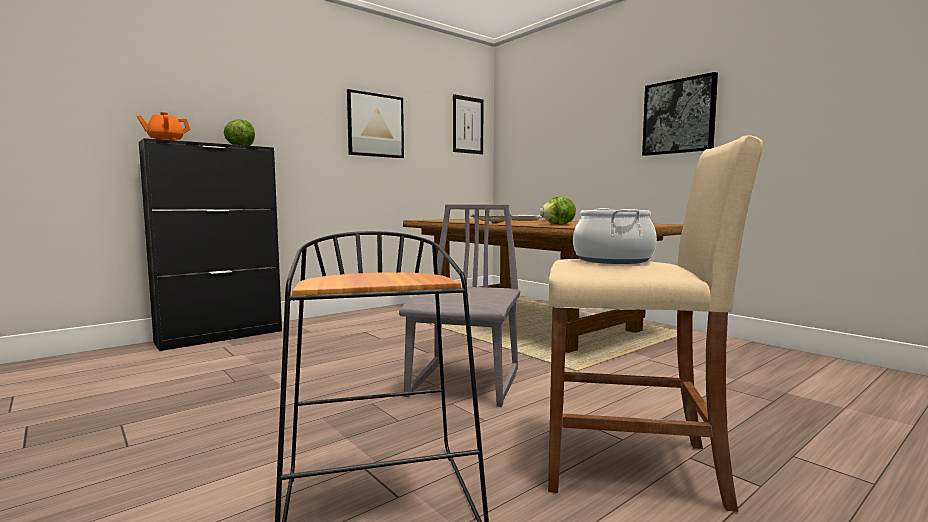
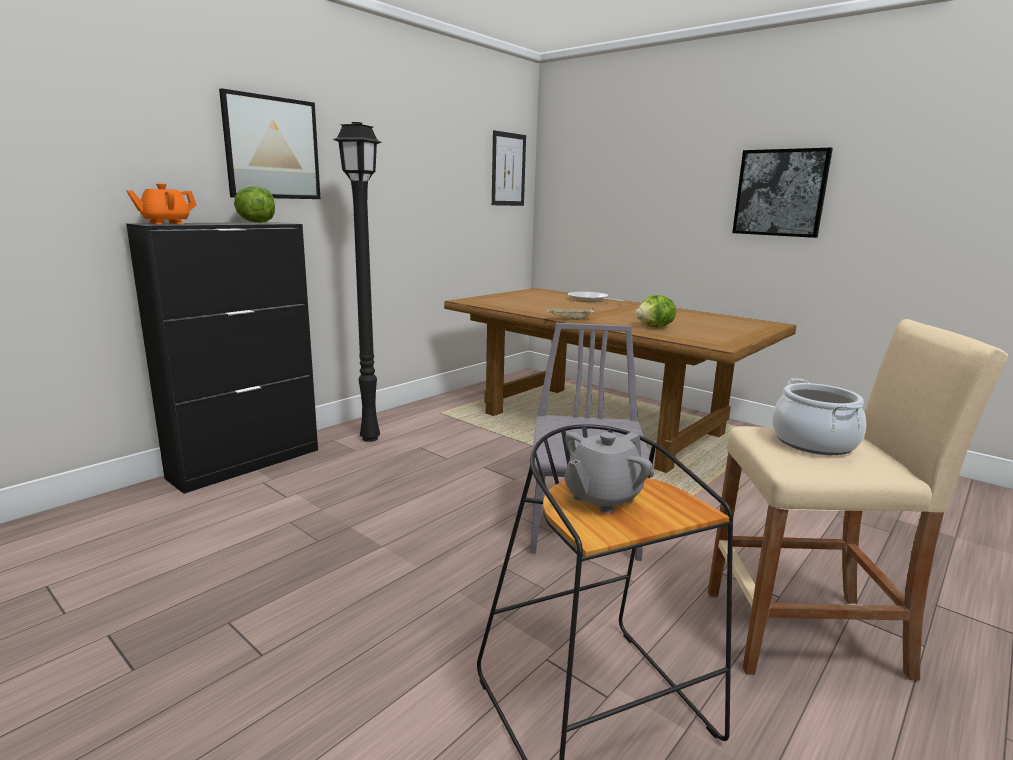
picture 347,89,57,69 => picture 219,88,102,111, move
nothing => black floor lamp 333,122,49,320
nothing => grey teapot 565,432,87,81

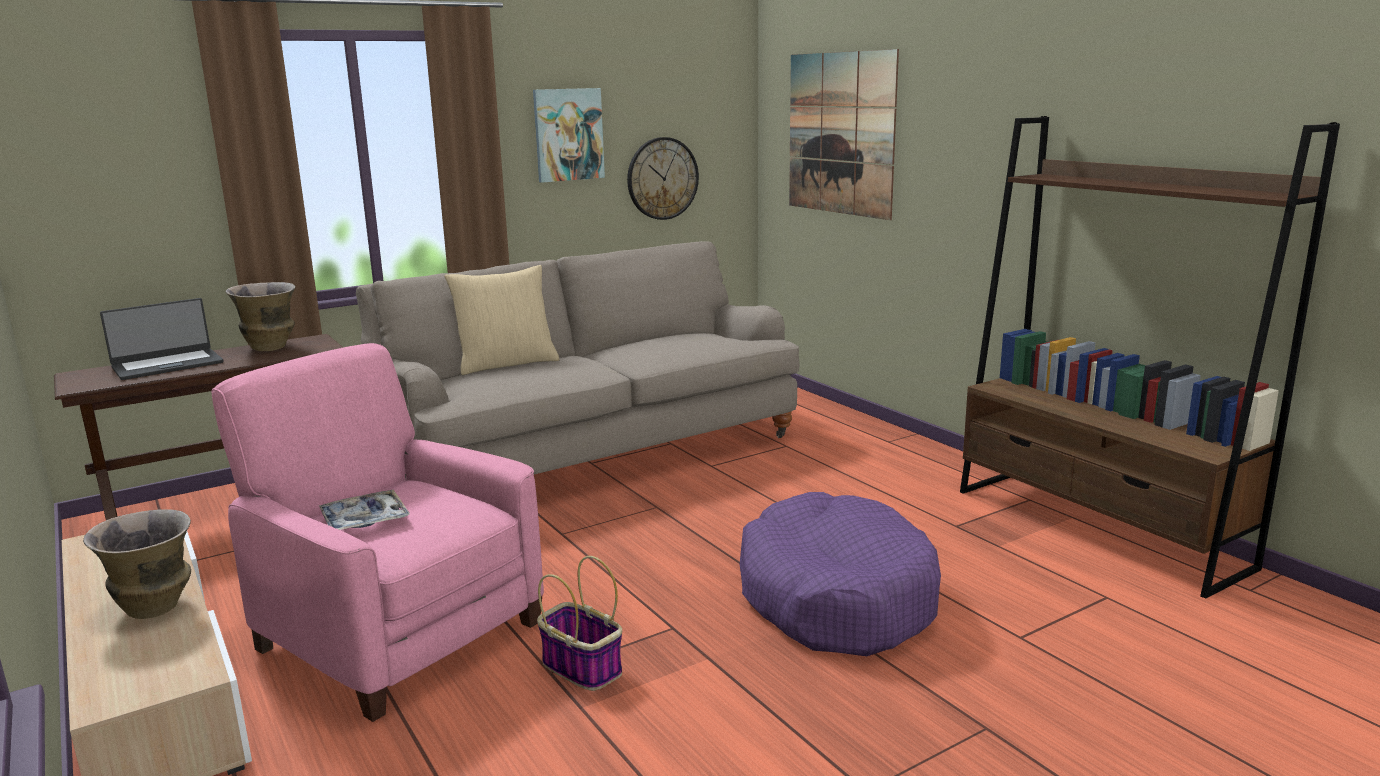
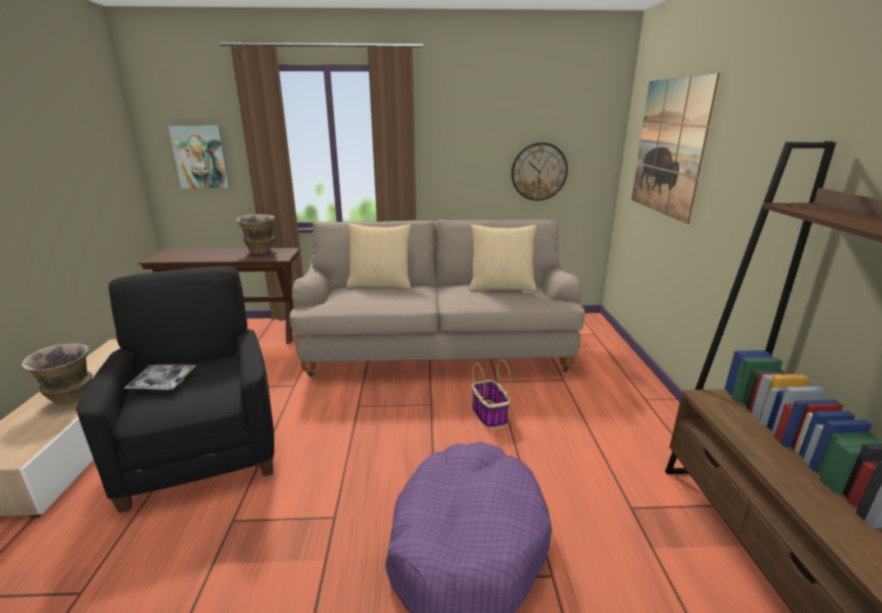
pink armchair 211,343,333,379 => black armchair 76,266,198,247
picture 533,88,72,95 => picture 168,126,62,62, move
nothing => beige pillow 470,225,67,66
basket 537,556,85,135 => basket 472,359,39,69, move
laptop 100,298,123,82 => nothing

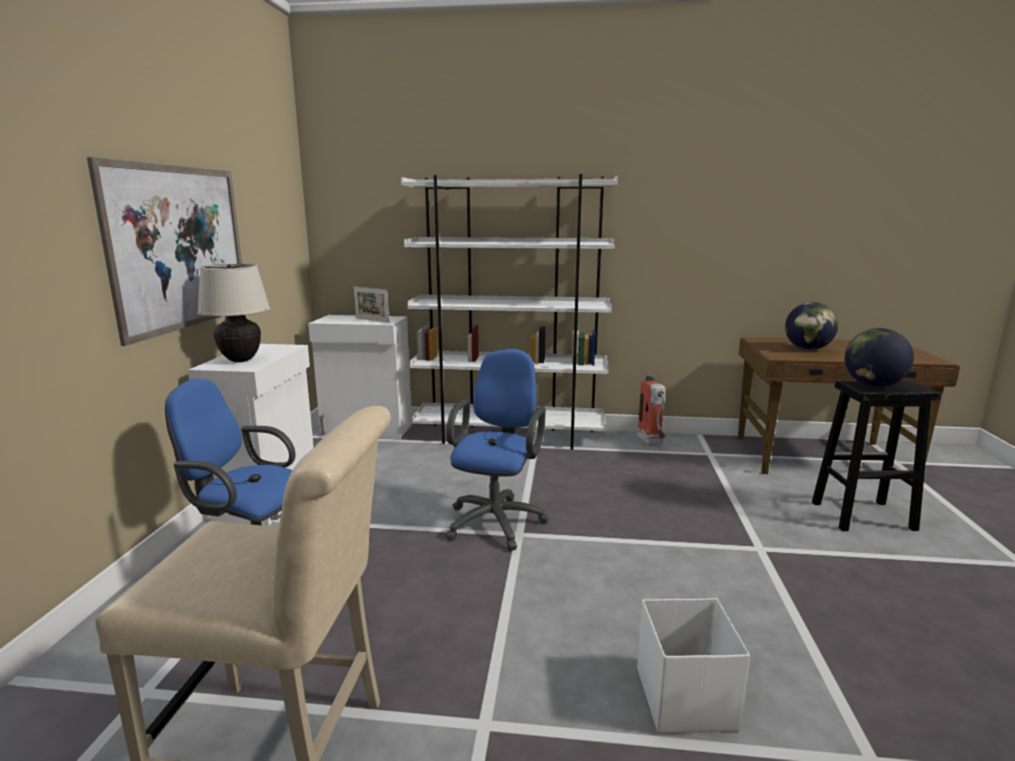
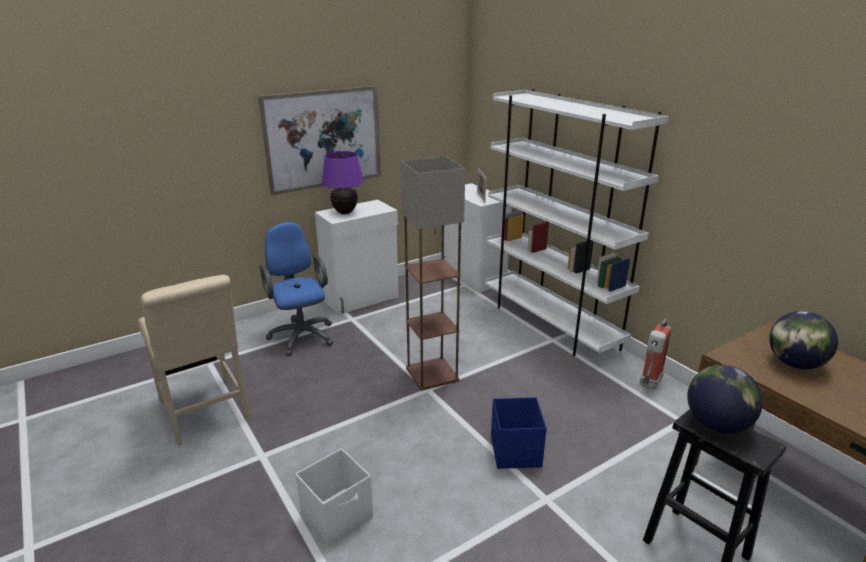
beige table lamp 197,264,73,98 => purple table lamp 322,151,42,63
blue office chair 445,349,103,202 => floor lamp 400,156,65,235
nothing => blue storage box 491,397,56,72

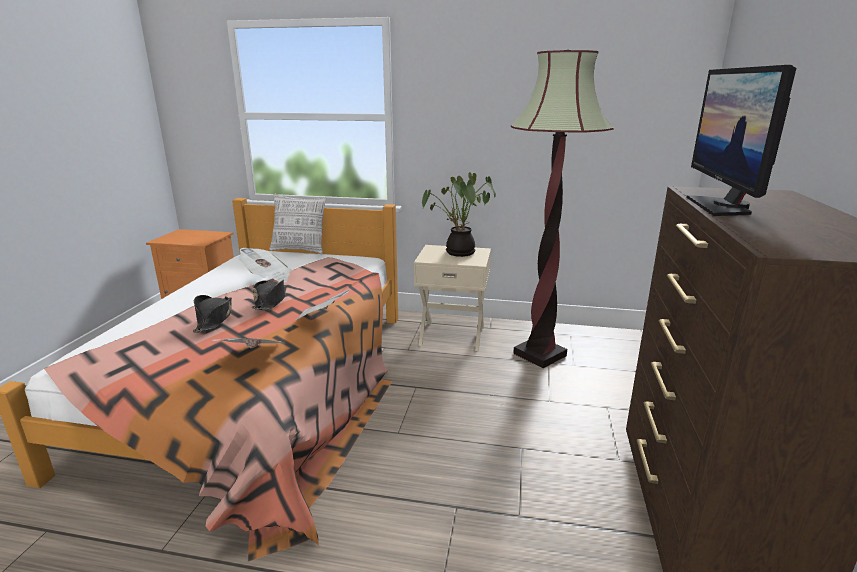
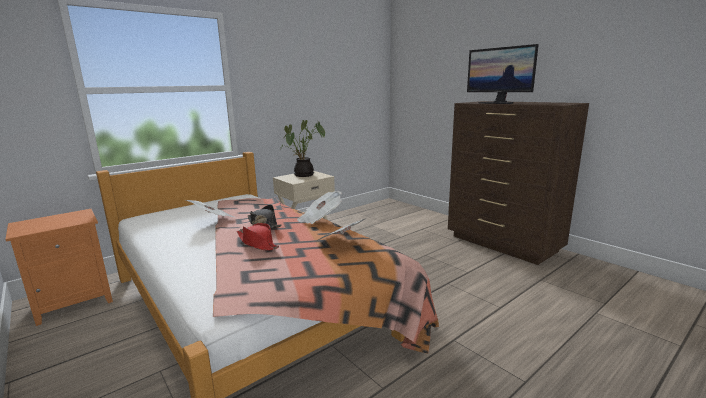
black hat 193,295,39,38 => red hat 237,223,42,27
pillow 270,194,56,61 => nothing
floor lamp 511,50,102,318 => nothing

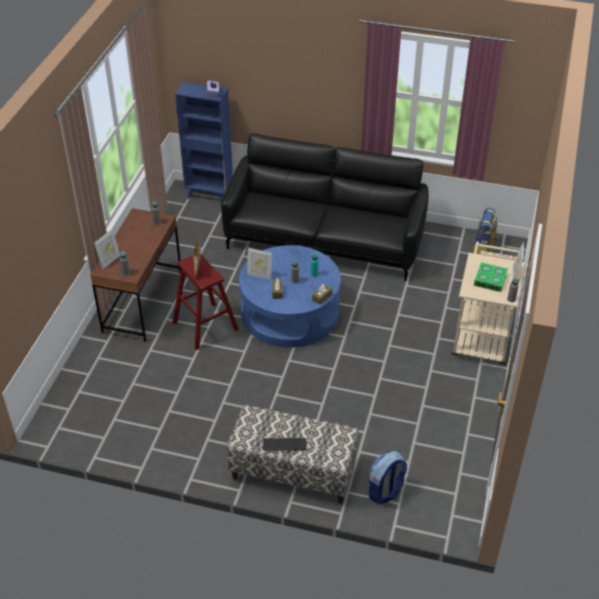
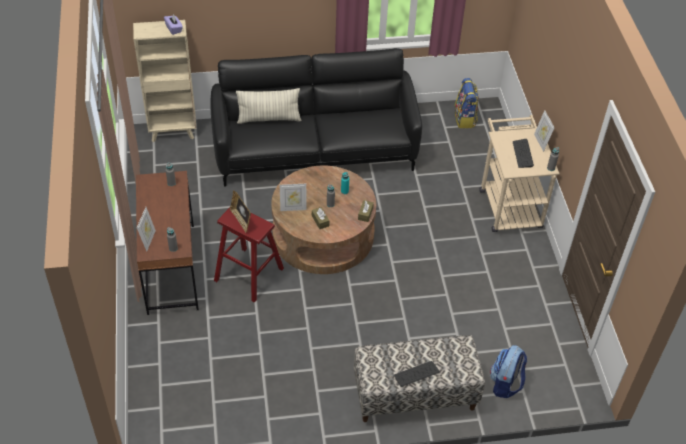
blue bookcase 175,82,58,120 => beige bookcase 133,20,63,122
nothing => pillow 236,88,65,36
blue coffee table 239,245,102,103 => brown coffee table 271,166,105,108
book 474,263,34,29 => keyboard 513,139,21,29

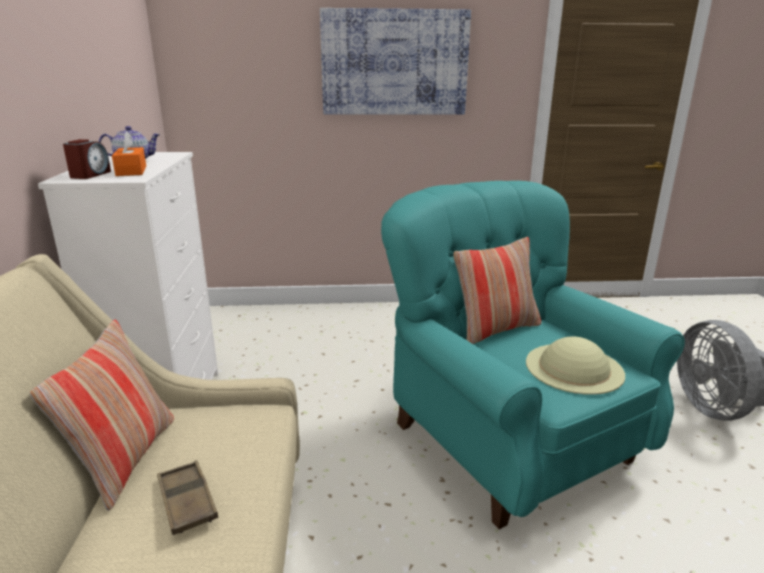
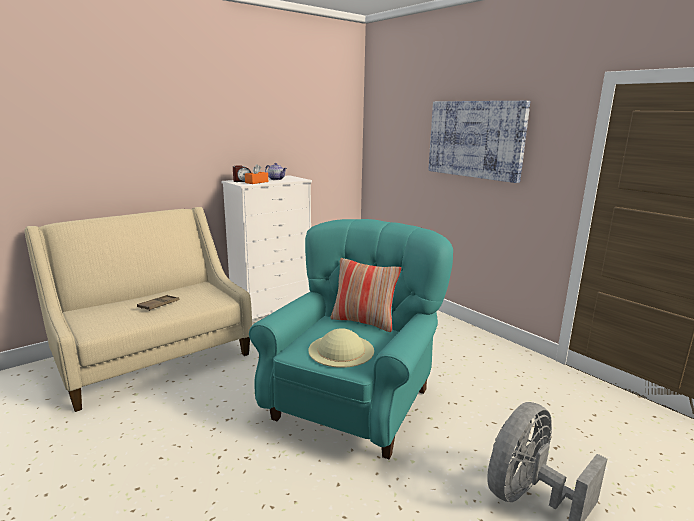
pillow 30,319,144,192 => nothing

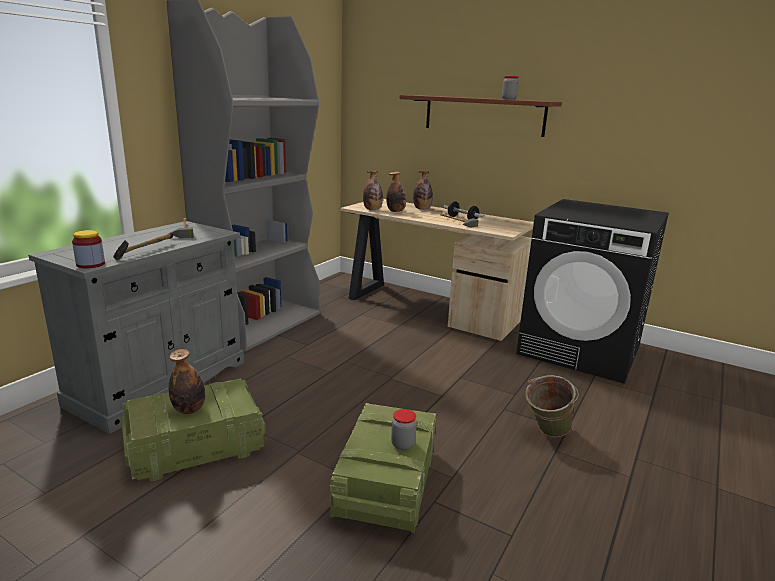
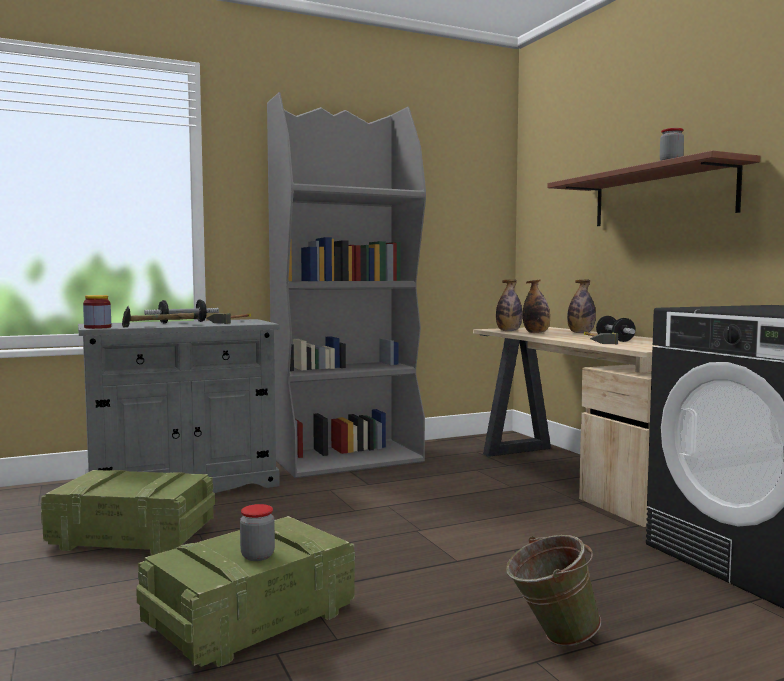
nothing => dumbbell 144,300,75,23
bottle 169,349,36,65 => nothing

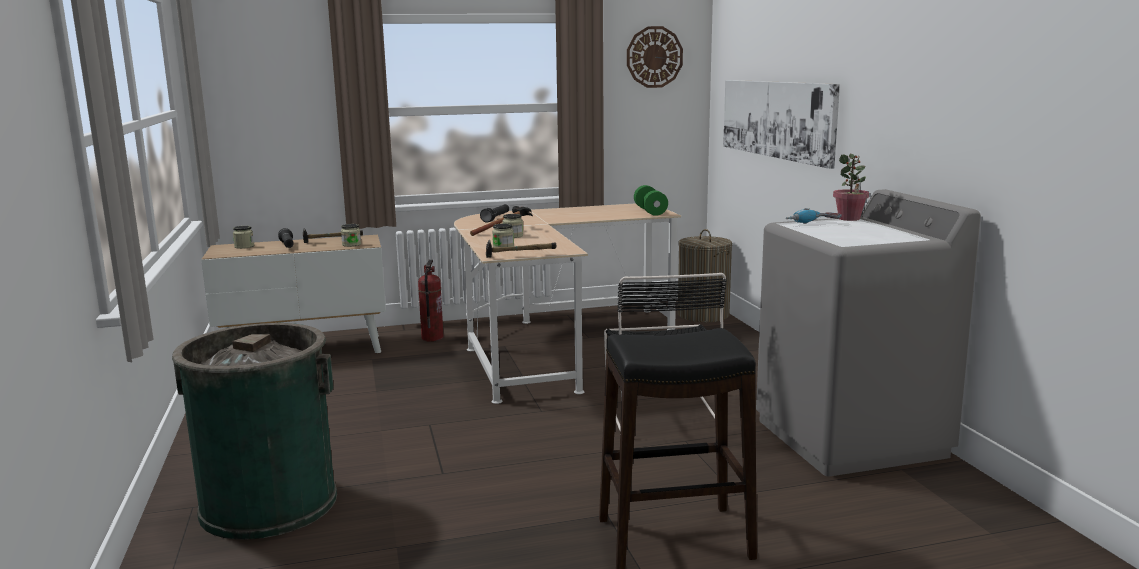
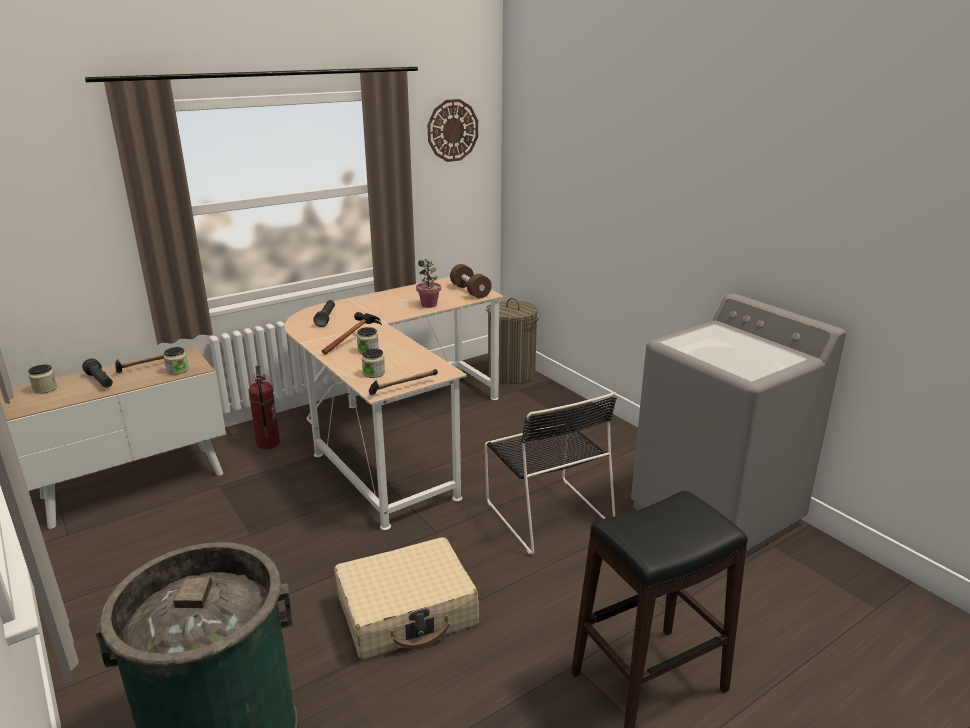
nothing => beige suitcase 334,537,145,123
potted plant 833,154,36,67 => potted plant 416,259,25,49, move
green dumbbell 634,185,34,31 => brown dumbbell 450,264,42,35
picture 723,80,117,89 => nothing
power drill 786,208,56,16 => nothing

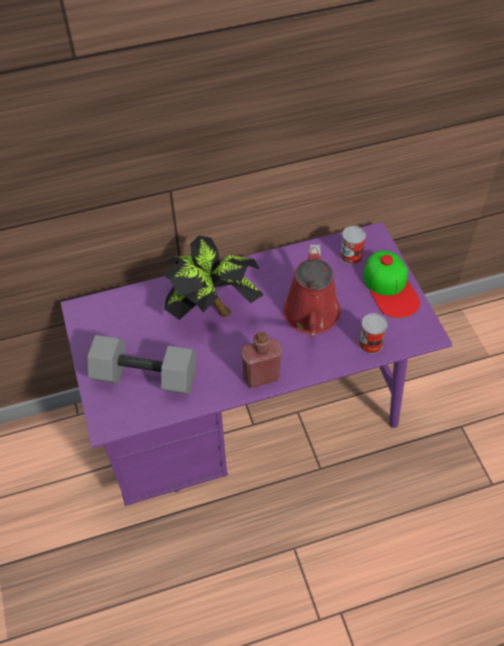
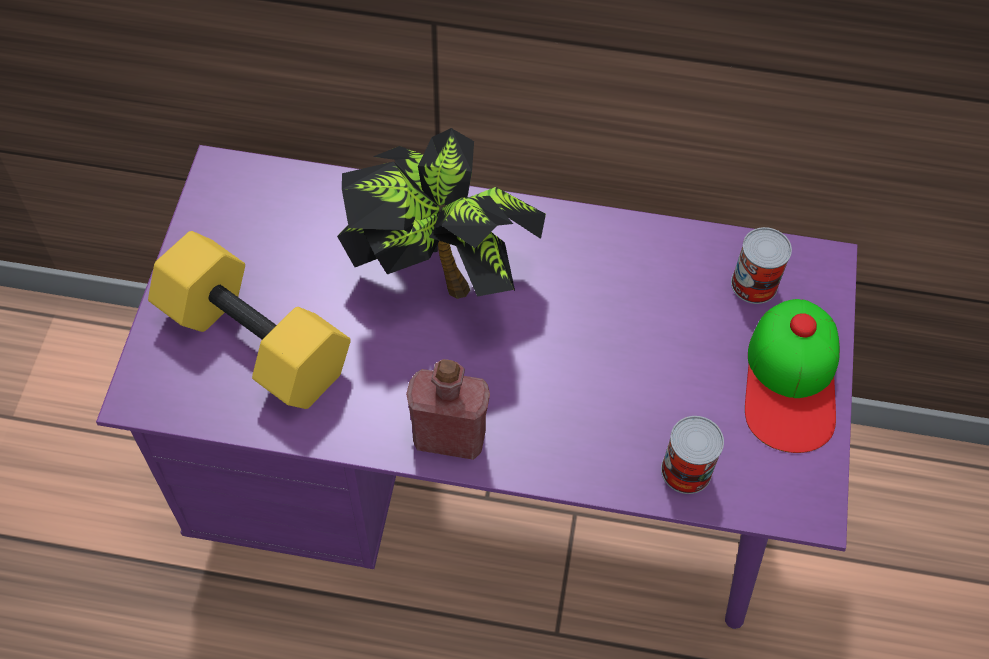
grey dumbbell 87,335,109,60 => yellow dumbbell 148,231,203,178
red watering can 283,244,58,94 => nothing

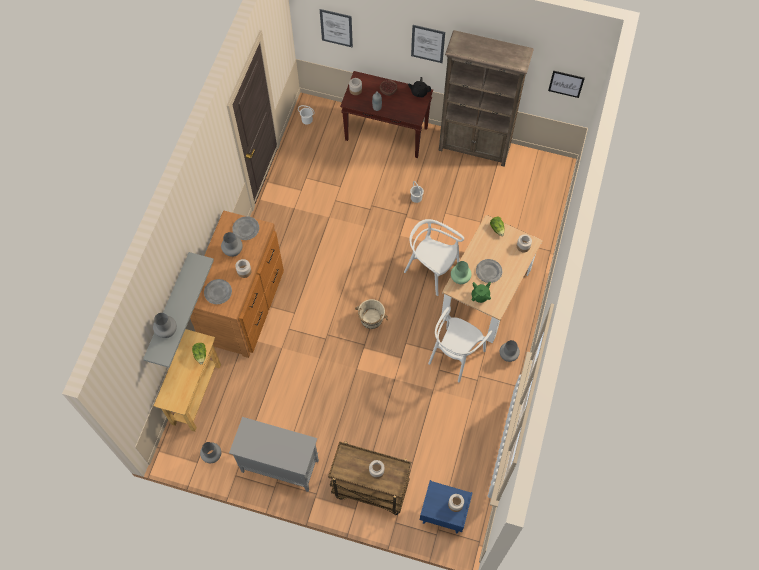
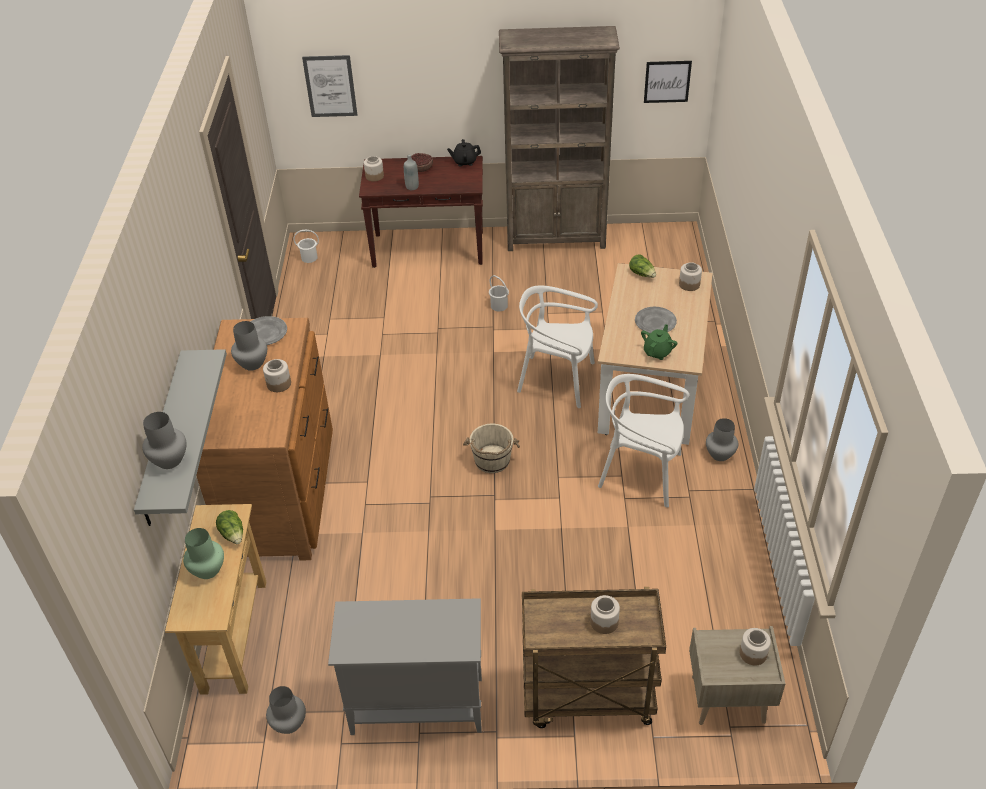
green vase 451,261,21,23 => green vase 183,528,41,51, move
white chair 428,306,65,76 => white chair 598,374,91,133, 90 degrees clockwise
blue nightstand 420,480,53,53 => beige nightstand 689,626,96,99
grey plate 204,279,28,25 => nothing
picture 411,25,34,38 => nothing

